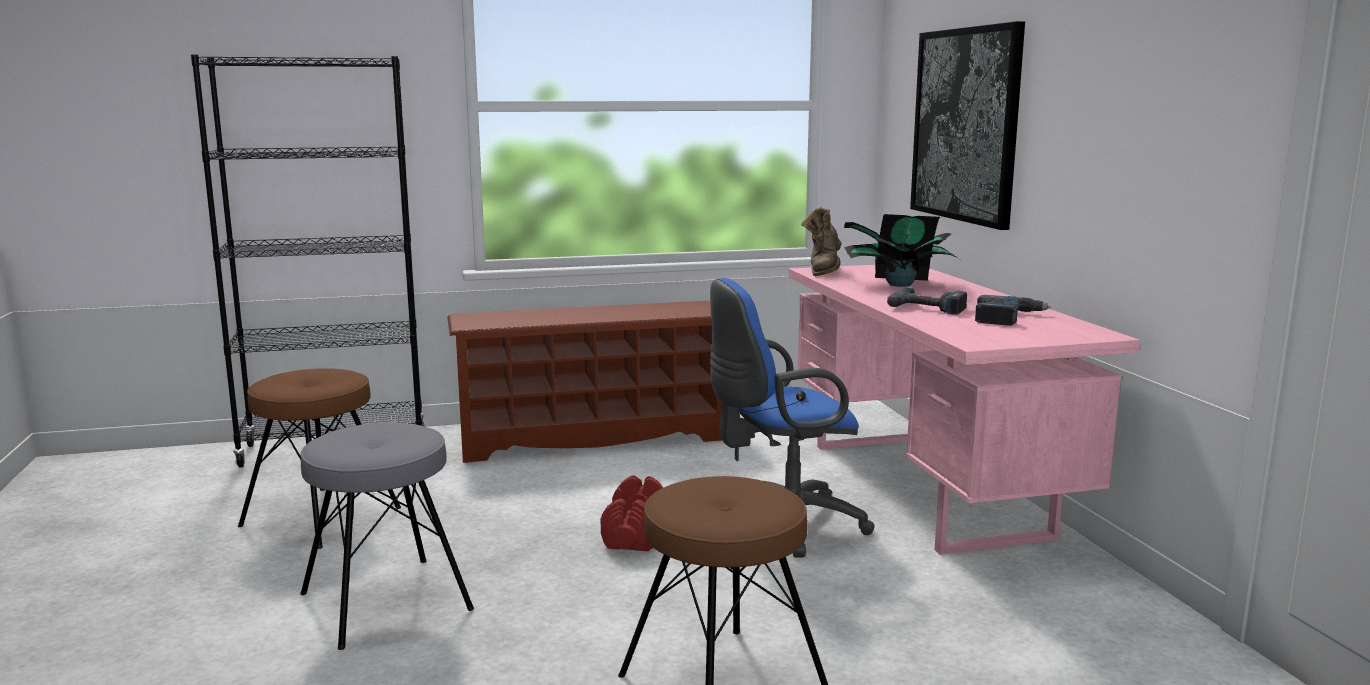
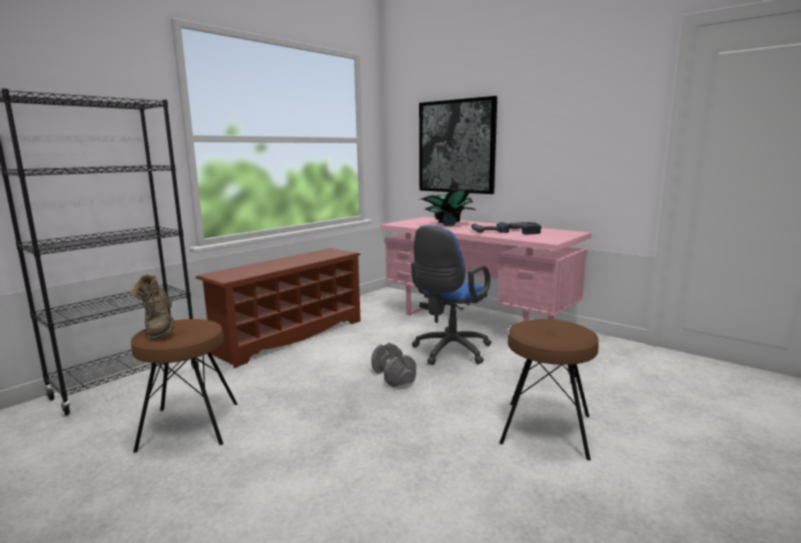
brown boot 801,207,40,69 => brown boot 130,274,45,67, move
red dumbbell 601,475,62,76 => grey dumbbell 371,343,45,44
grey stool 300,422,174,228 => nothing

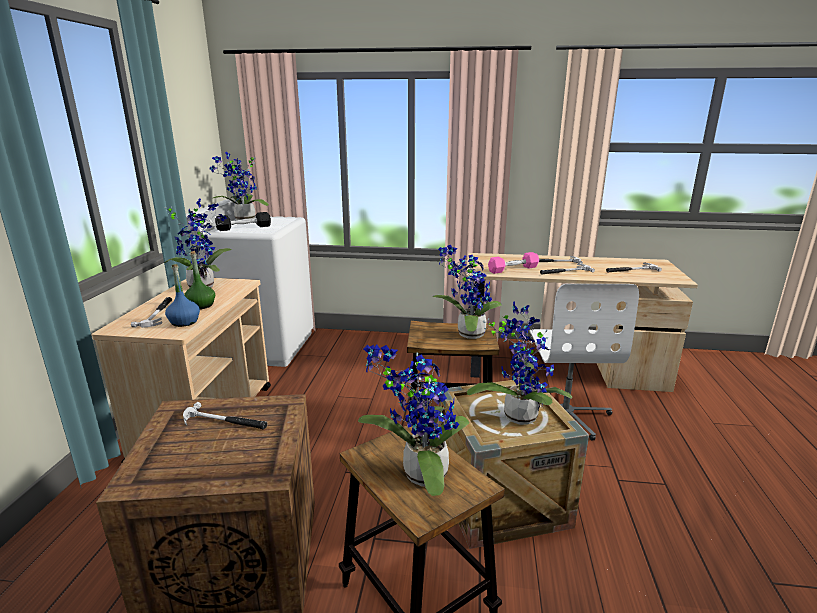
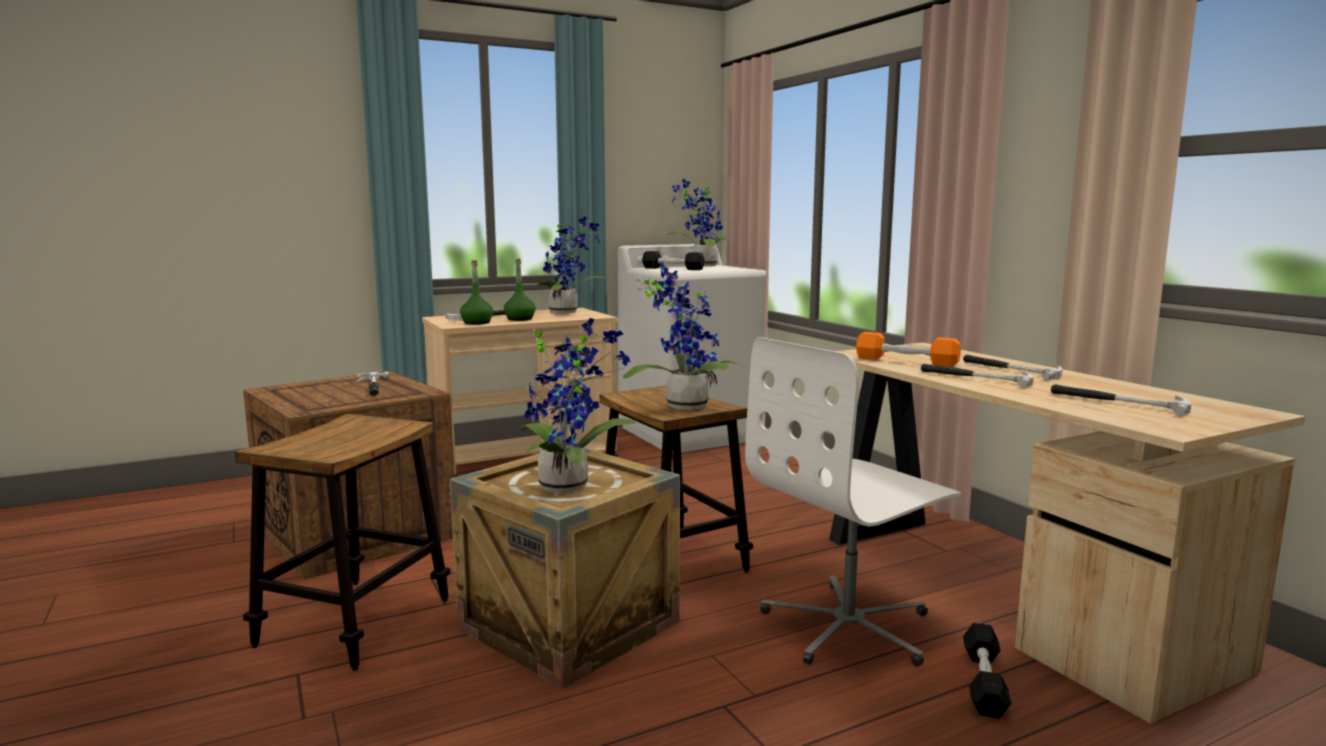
blue bottle 165,264,35,63 => green bottle 460,260,33,65
pink dumbbell 488,252,51,22 => orange dumbbell 856,332,105,35
nothing => black dumbbell 963,623,49,96
potted plant 358,345,111,151 => nothing

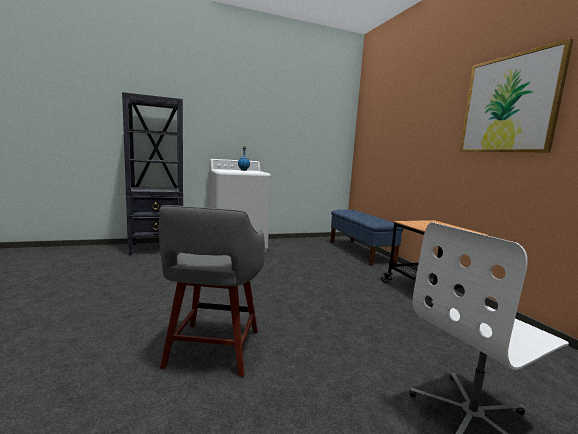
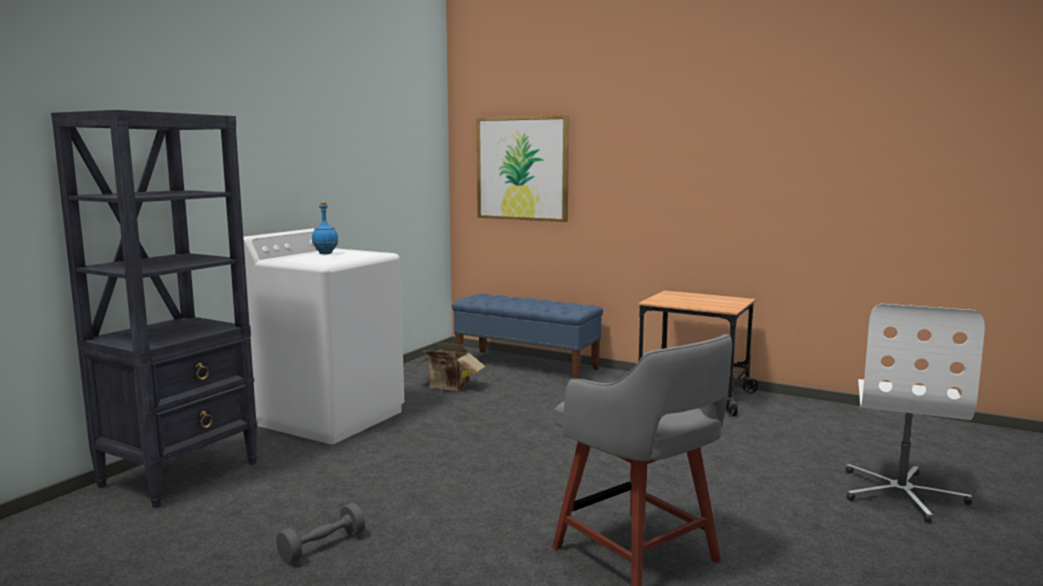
nothing => grey dumbbell 276,503,89,61
nothing => cardboard box 415,342,70,49
picture 460,38,114,114 => picture 477,115,92,107, move

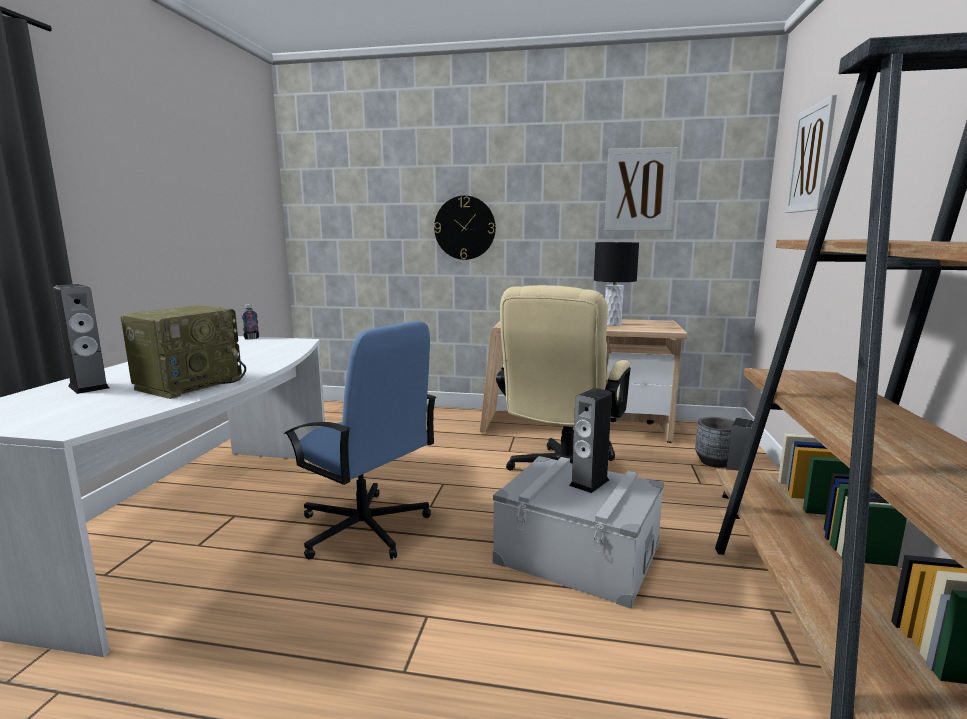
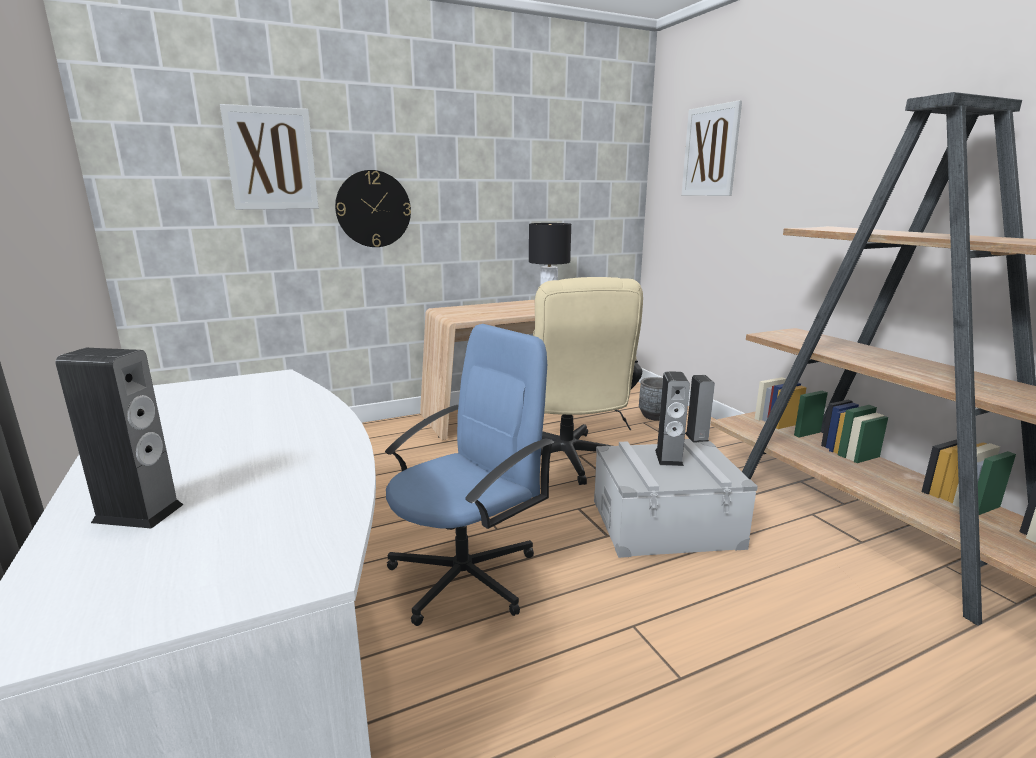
picture 605,147,73,84 => picture 220,104,99,106, move
blue office chair 284,321,153,238 => blue office chair 385,324,169,302, 45 degrees counterclockwise
radio 121,305,125,94 => nothing
bottle 242,304,17,35 => nothing

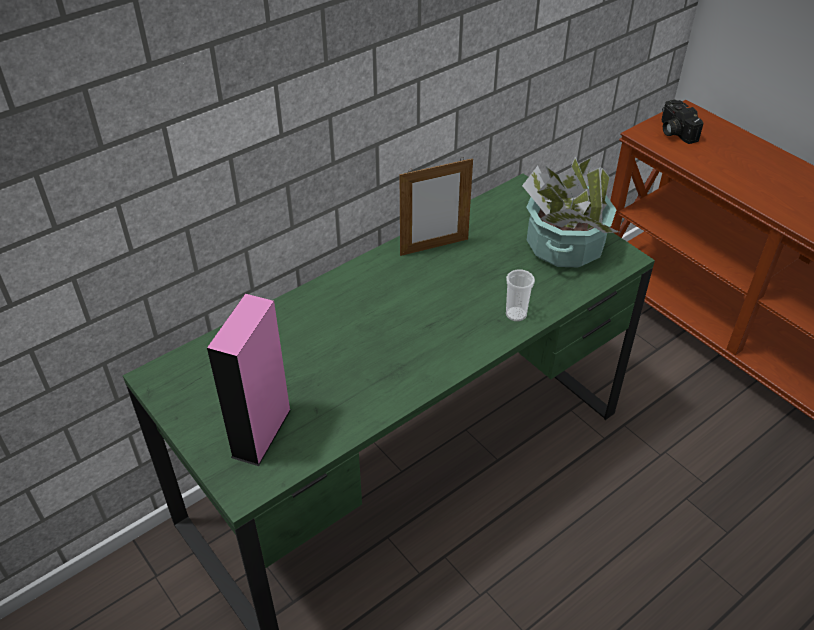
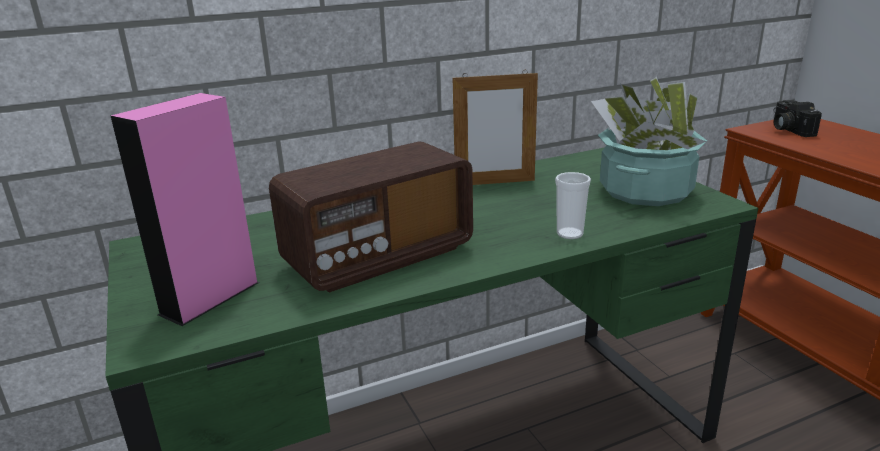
nothing => radio 269,142,204,151

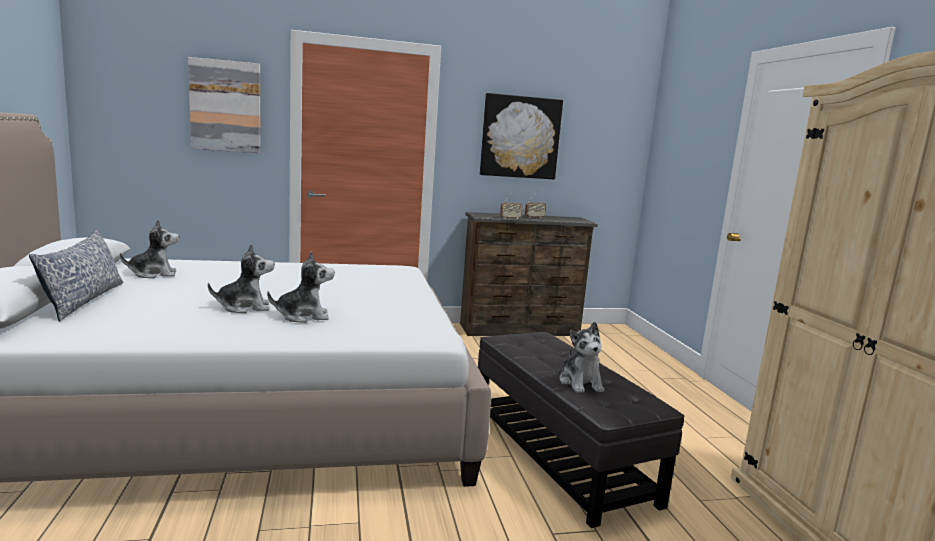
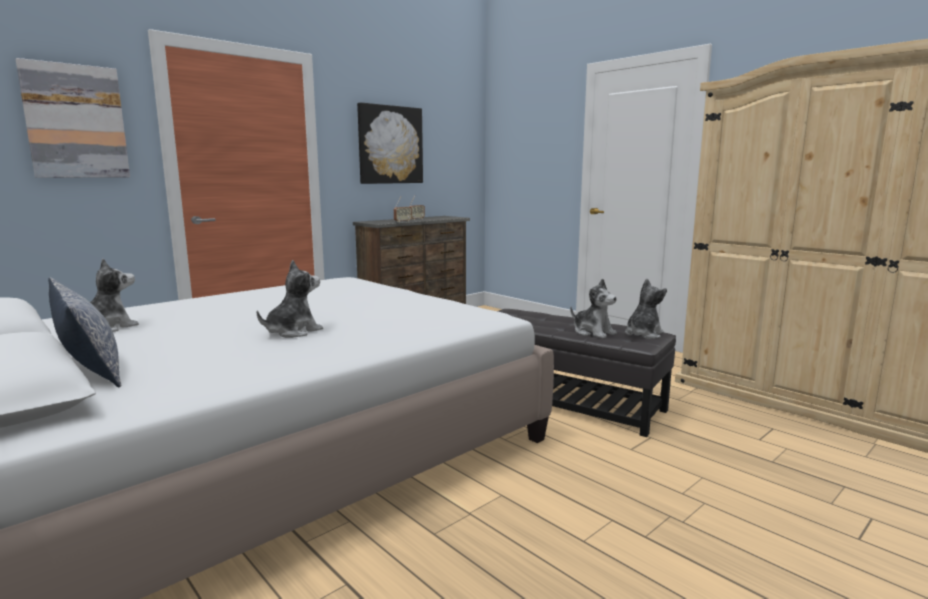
plush toy 267,251,68,72 => plush toy 625,278,42,61, move

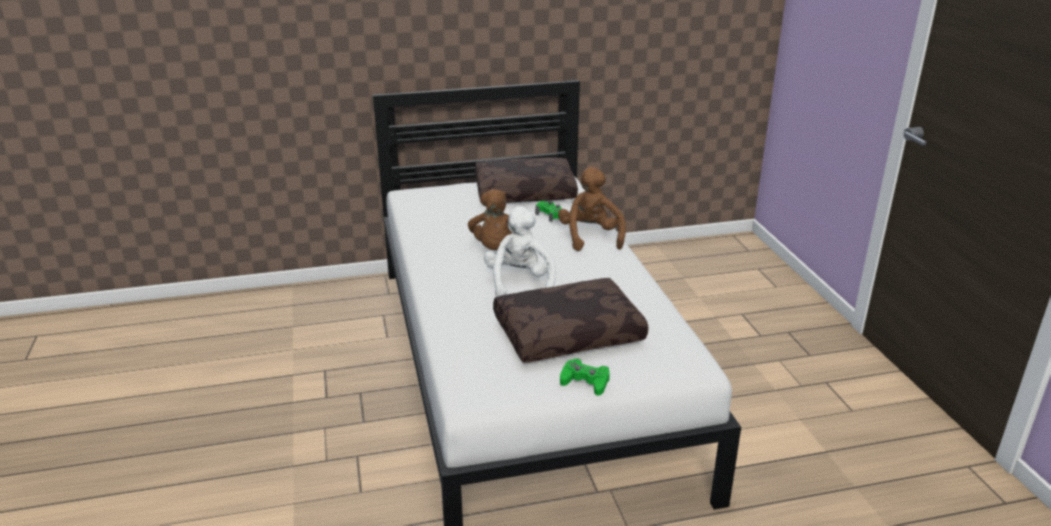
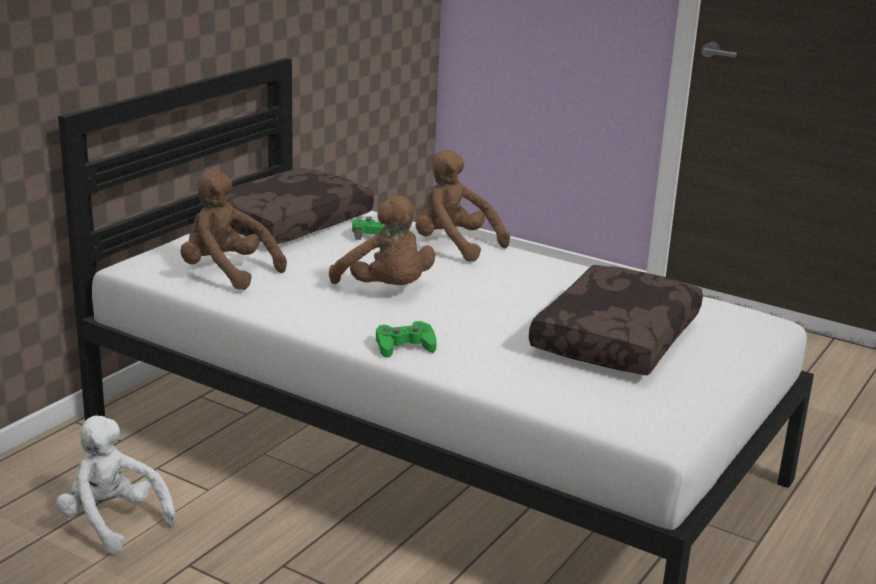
white plush toy 484,206,72,91 => white plush toy 56,415,120,139, move
nothing => brown plush toy 180,170,107,120
green game controller 560,358,50,38 => green game controller 376,321,61,37, move

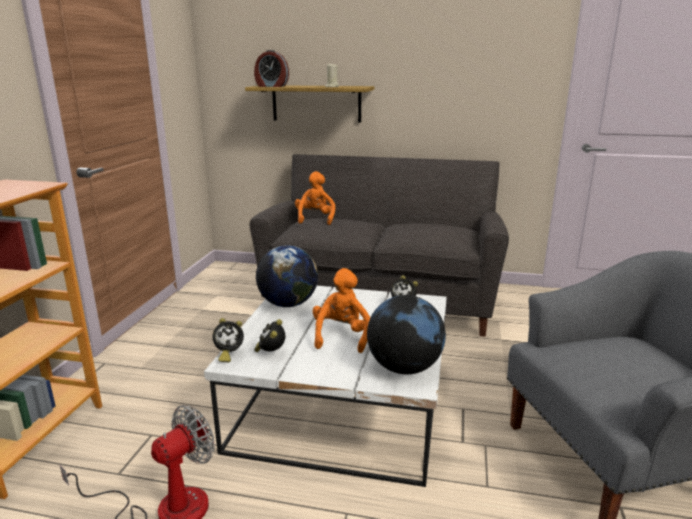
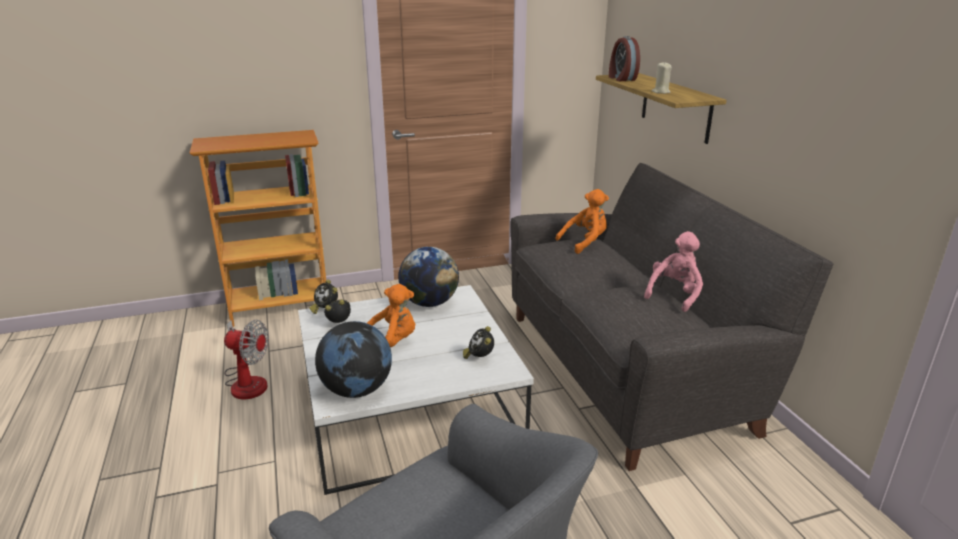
nothing => pink plush toy 644,231,59,81

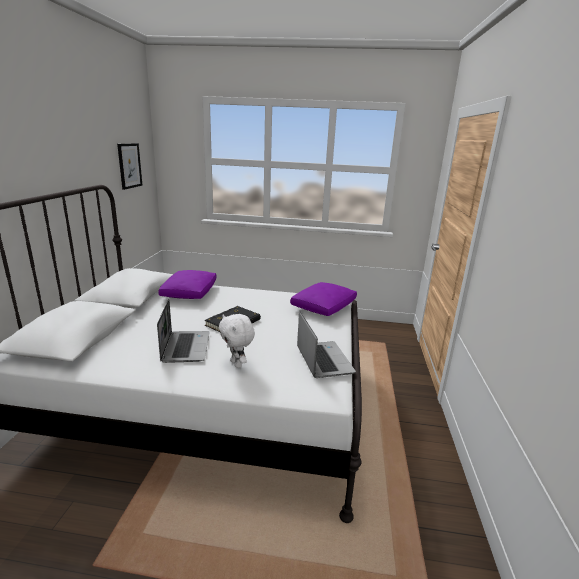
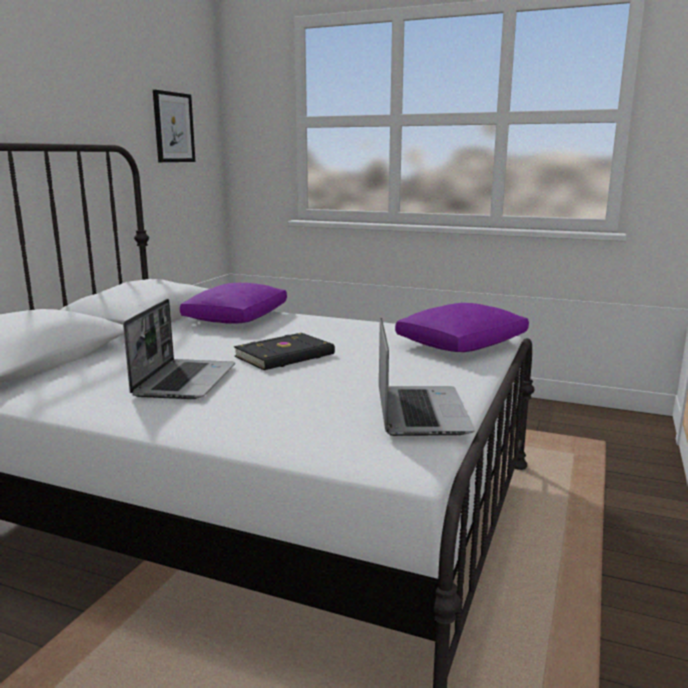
white plush toy 219,314,36,54 => nothing

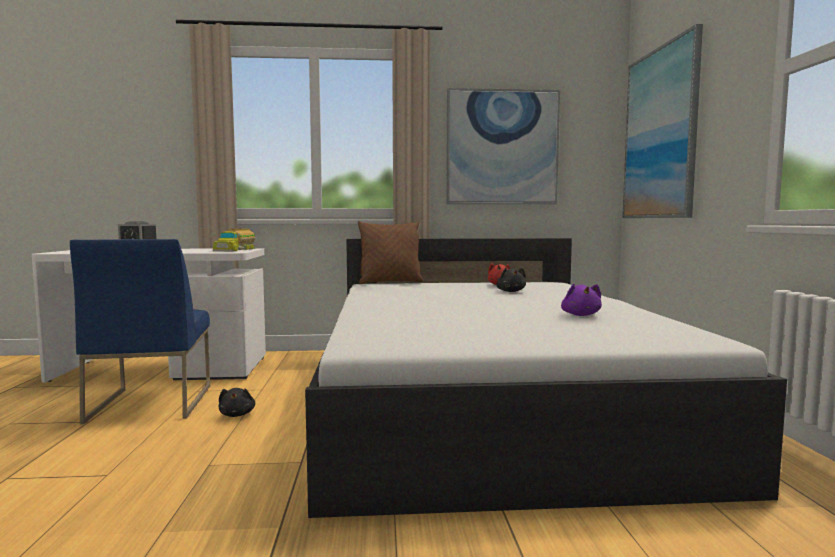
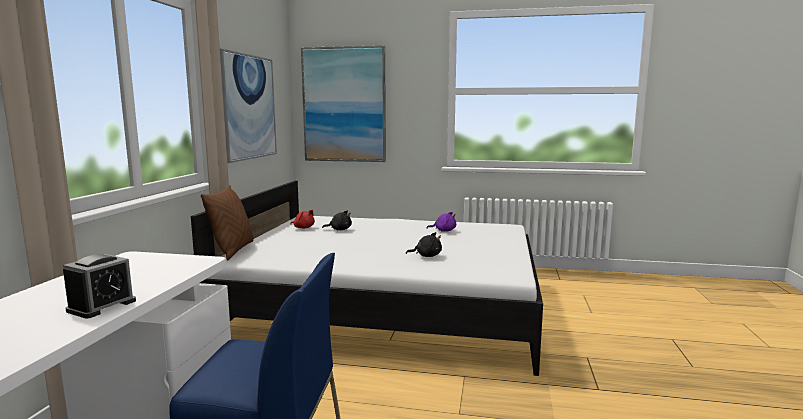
black plush toy 219,388,36,29 => black plush toy 406,232,36,25, move
toy truck 213,228,44,23 => nothing

